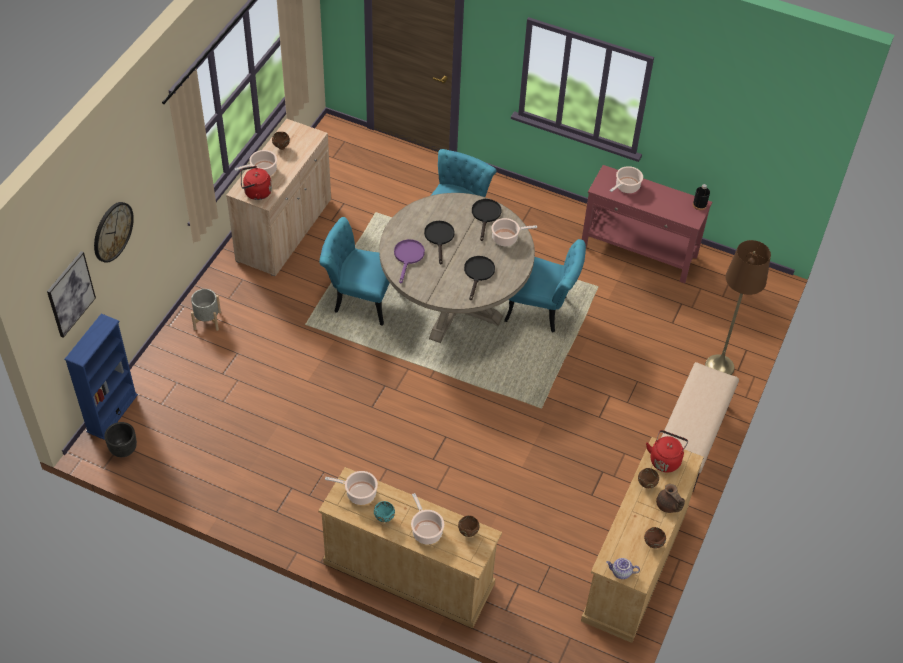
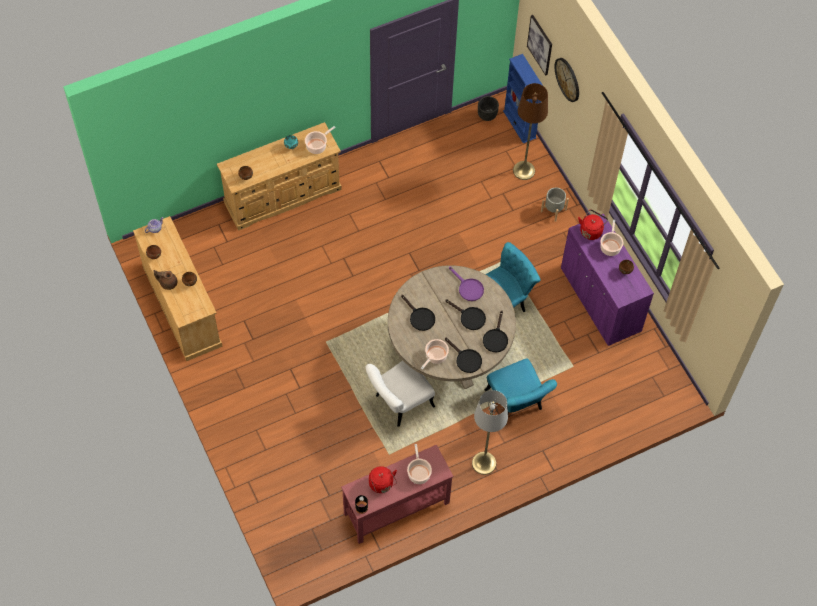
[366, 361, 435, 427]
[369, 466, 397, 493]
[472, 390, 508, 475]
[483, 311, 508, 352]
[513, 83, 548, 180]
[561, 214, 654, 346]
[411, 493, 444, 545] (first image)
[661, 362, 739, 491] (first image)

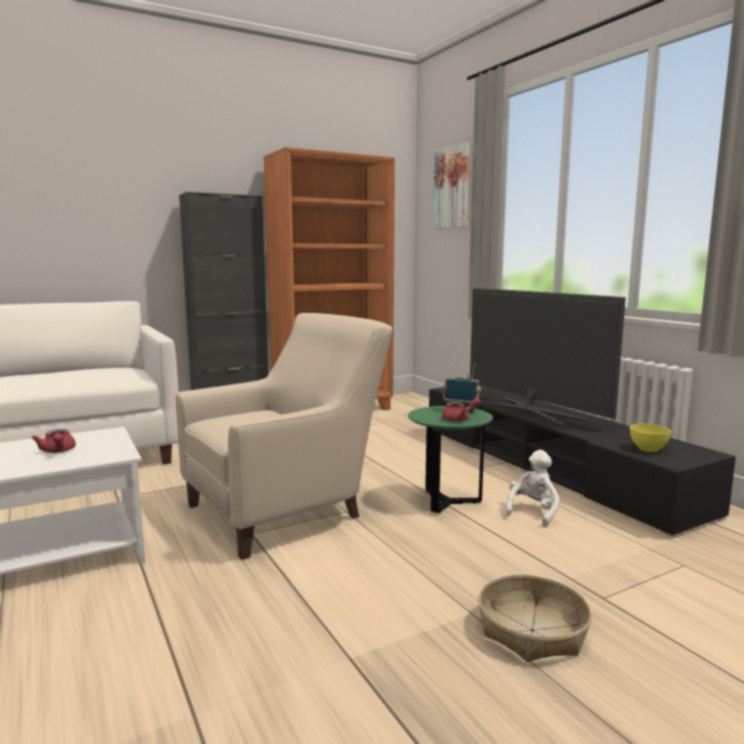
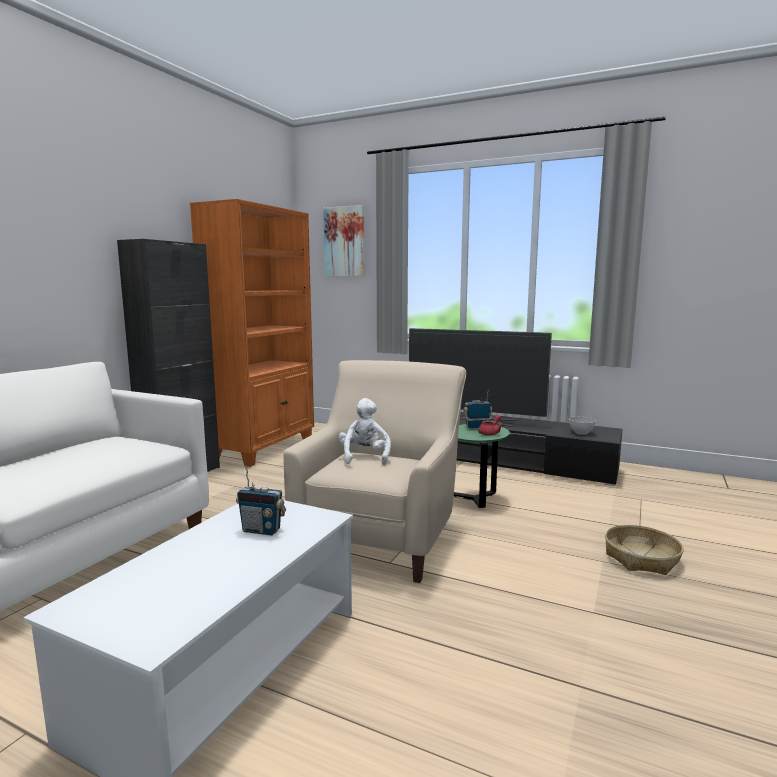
[236, 465, 286, 535]
[338, 398, 391, 465]
[569, 417, 596, 435]

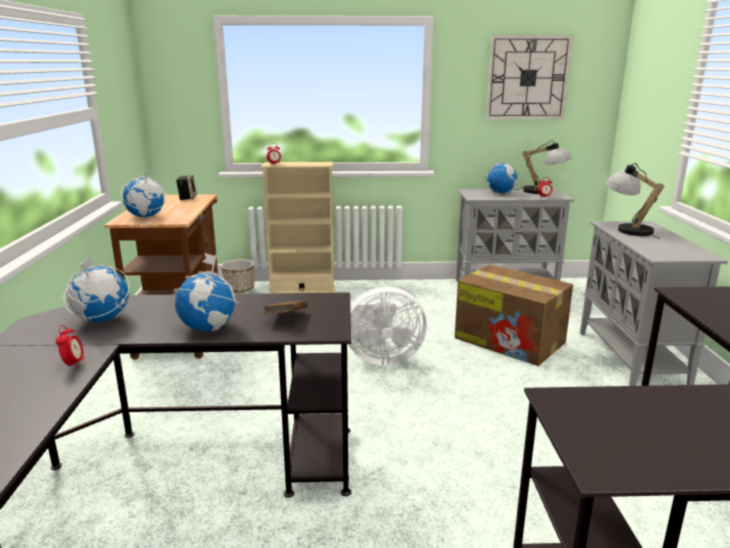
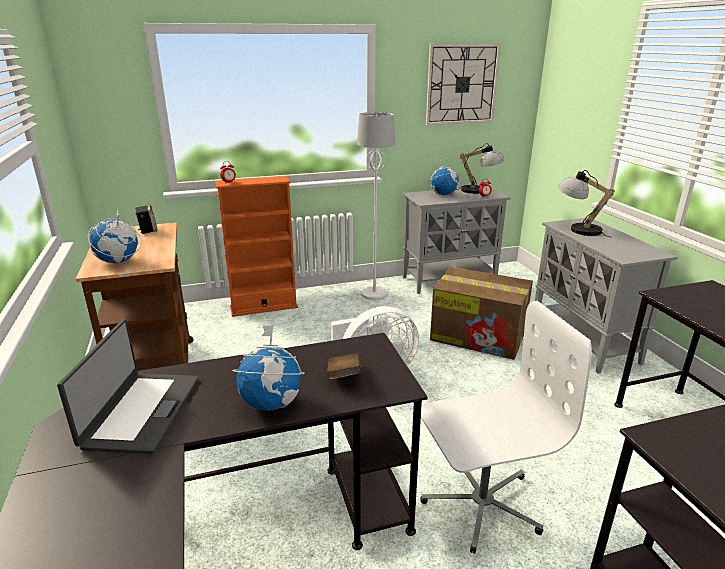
[57, 319, 199, 454]
[215, 176, 298, 317]
[357, 112, 395, 300]
[420, 301, 592, 554]
[56, 325, 84, 366] (first image)
[221, 259, 254, 293] (first image)

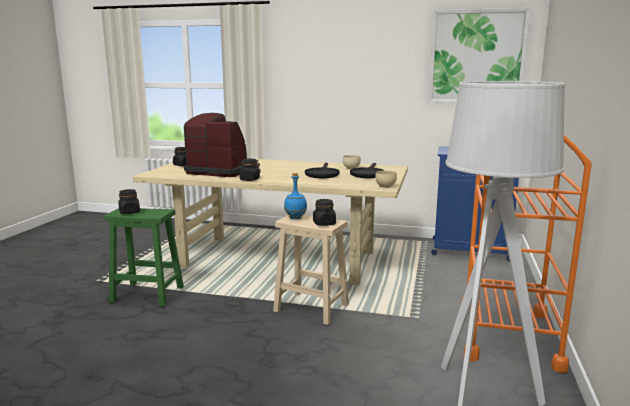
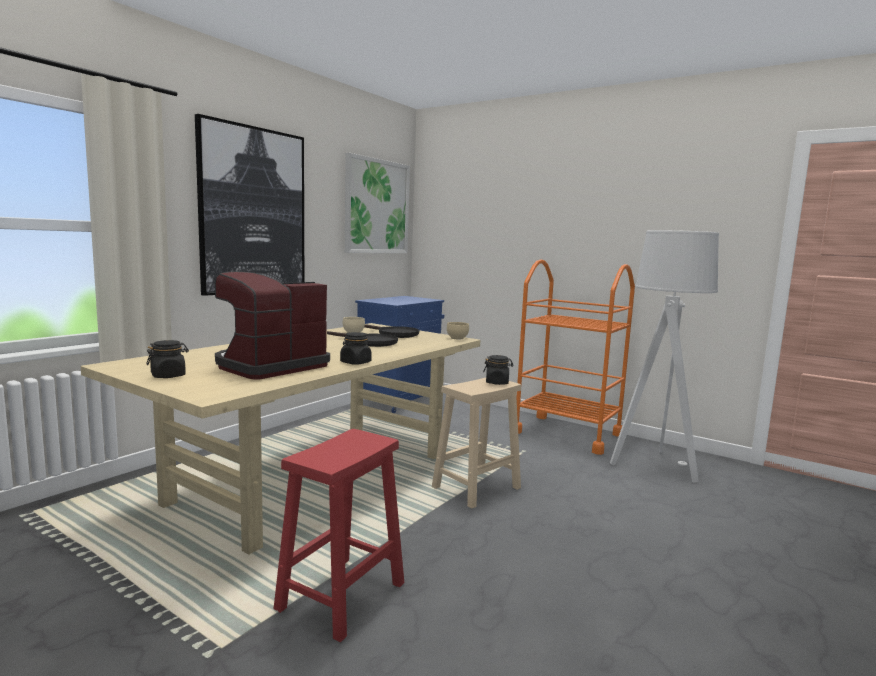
[195, 114, 304, 296]
[273, 429, 404, 642]
[118, 189, 140, 214] (first image)
[284, 173, 307, 220] (first image)

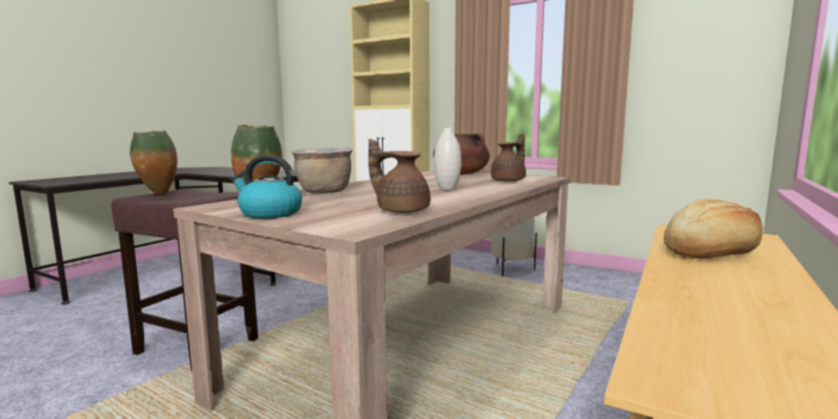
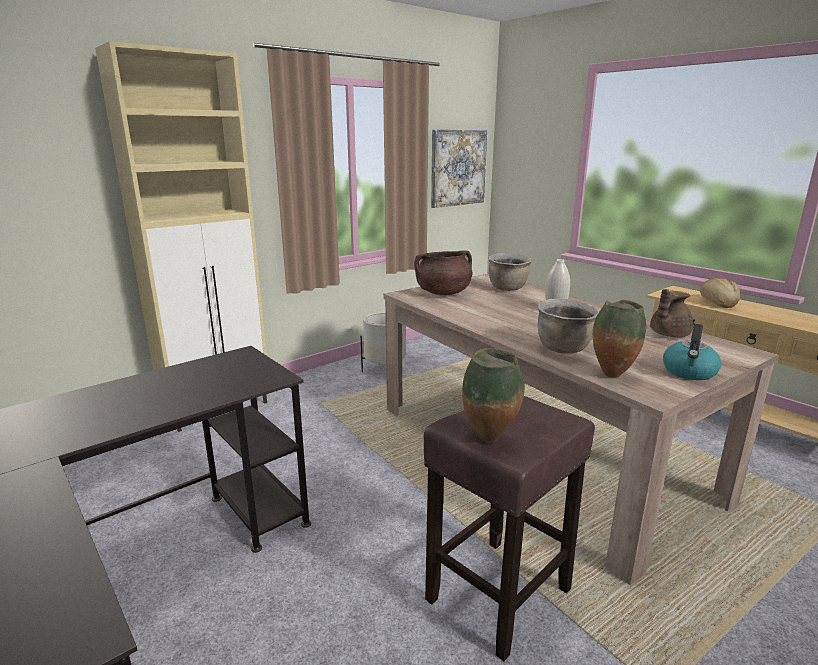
[431, 130, 487, 208]
[488, 253, 532, 291]

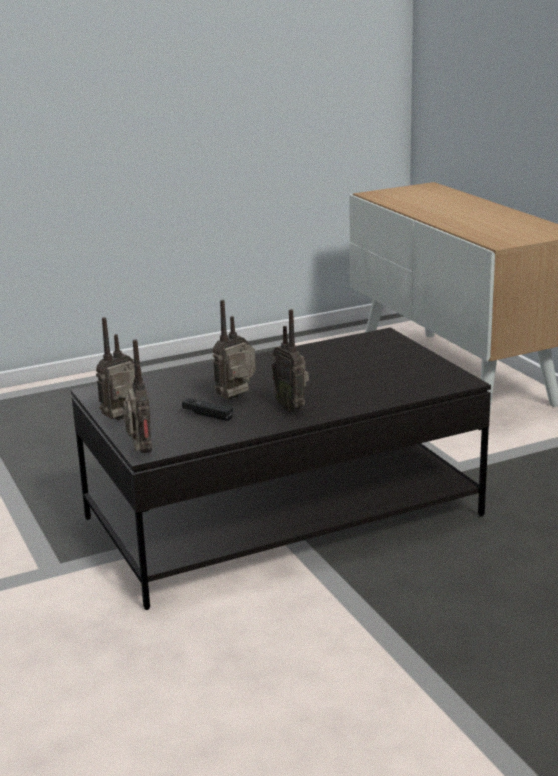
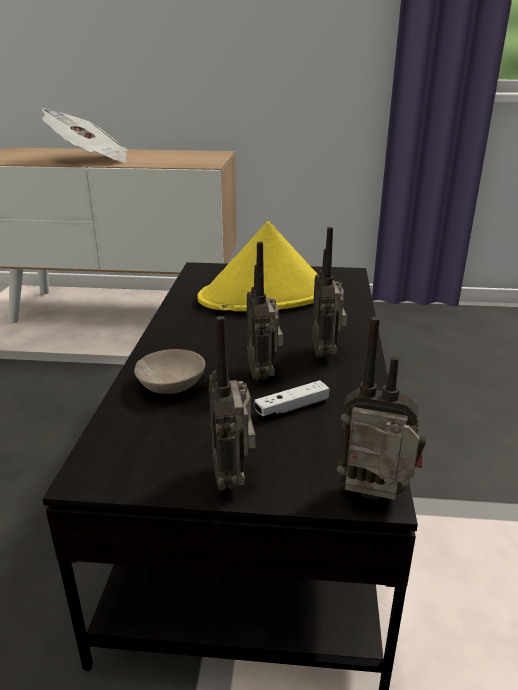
[42, 108, 128, 162]
[134, 349, 205, 394]
[197, 221, 317, 311]
[254, 380, 329, 416]
[312, 227, 347, 358]

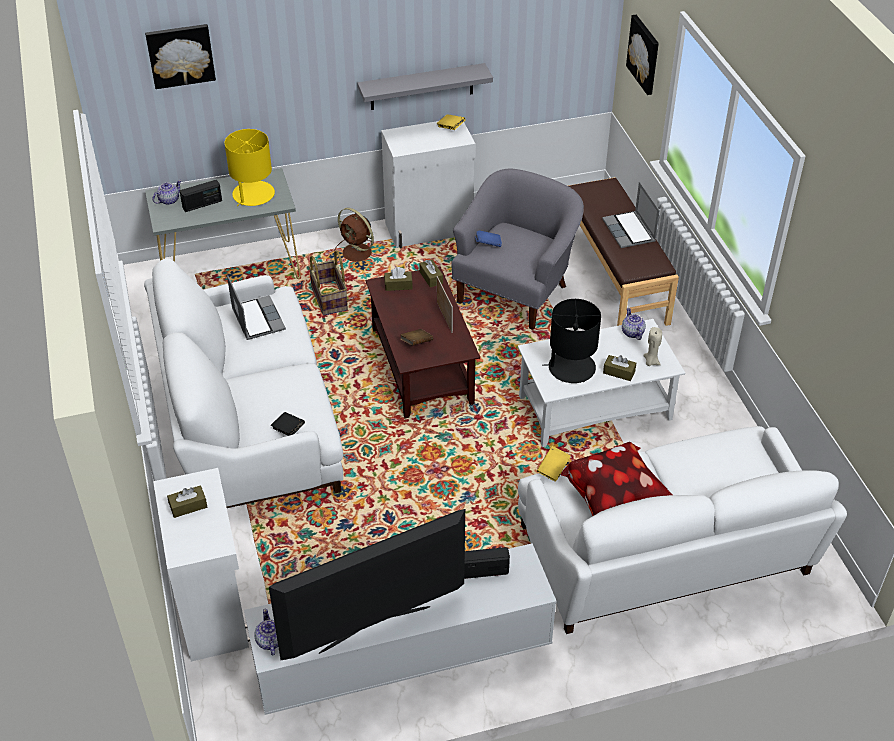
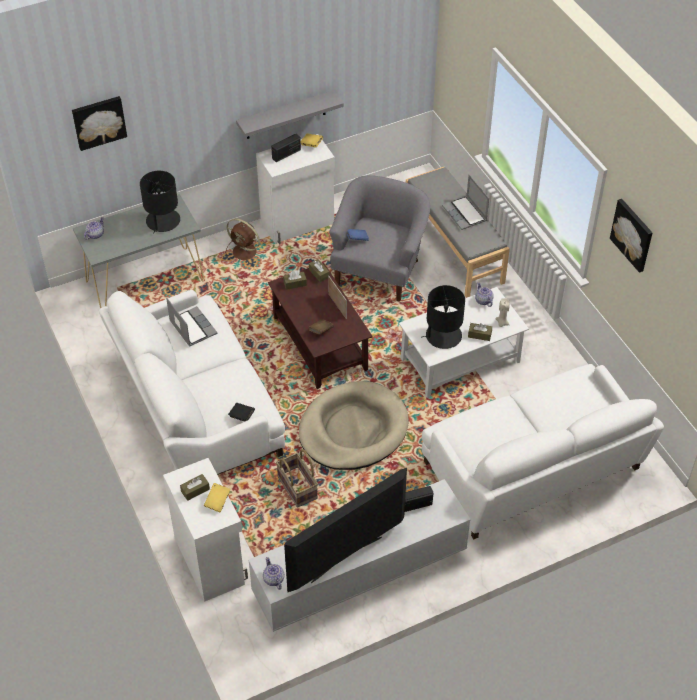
[140, 171, 180, 234]
[204, 483, 230, 512]
[271, 134, 301, 162]
[276, 449, 318, 508]
[299, 381, 409, 470]
[406, 167, 510, 298]
[610, 199, 653, 273]
[561, 442, 673, 516] (first image)

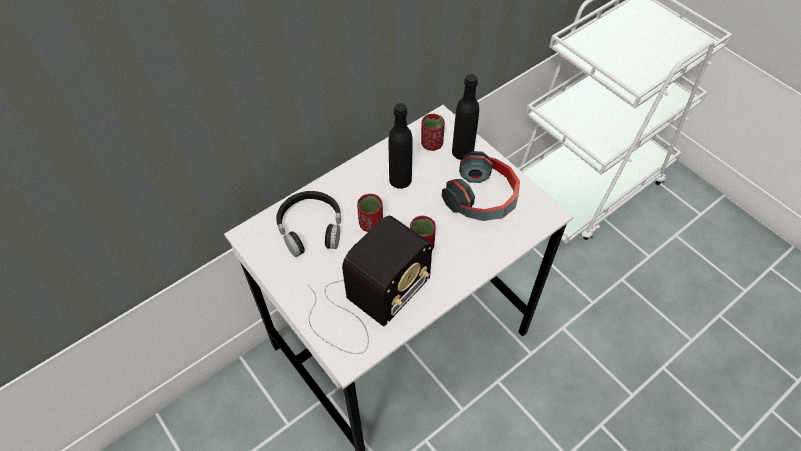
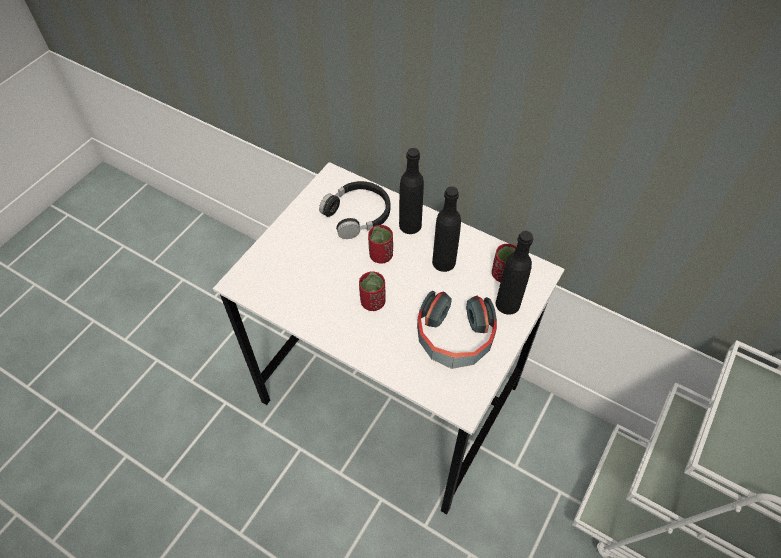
[399, 148, 424, 234]
[308, 216, 432, 354] (first image)

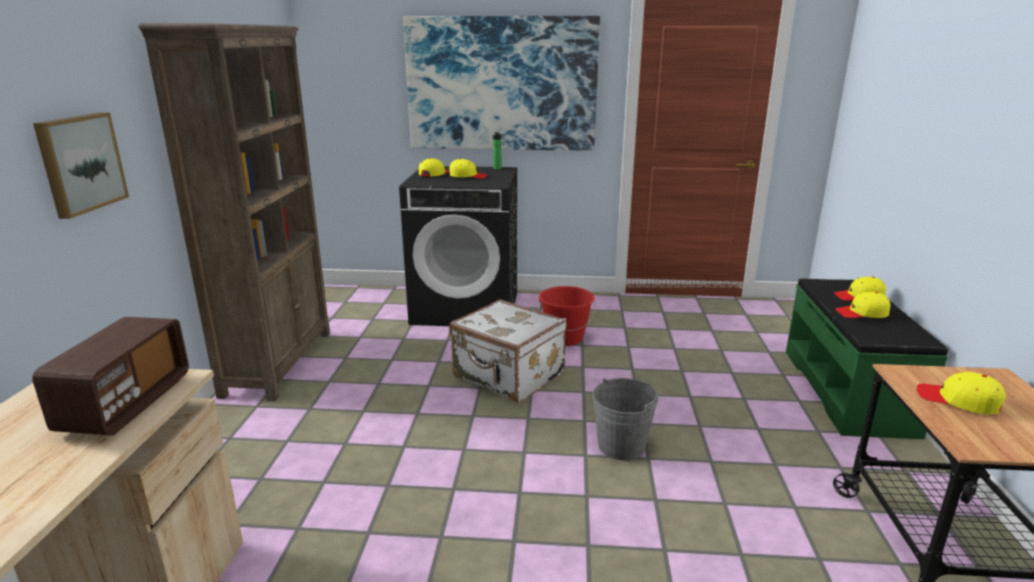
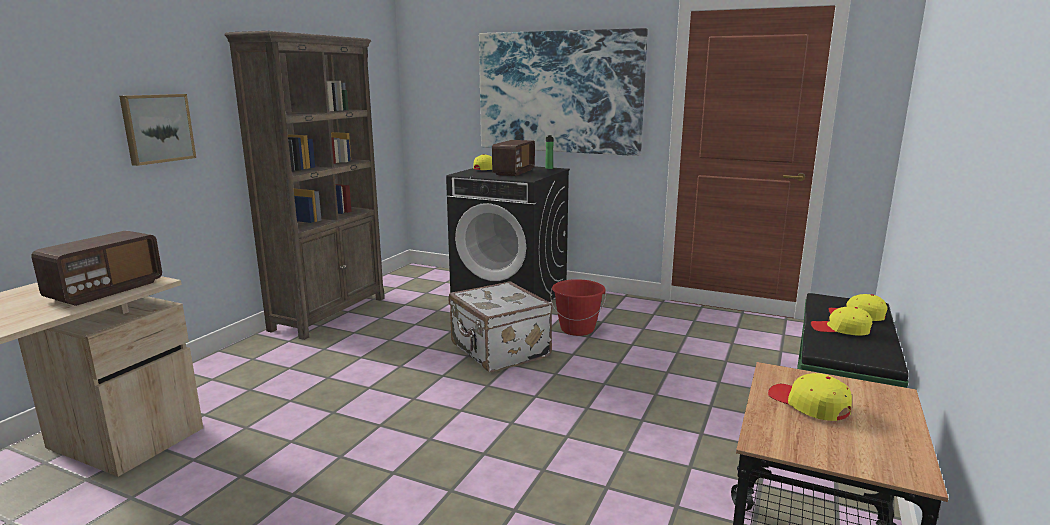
[492, 140, 535, 176]
[593, 378, 658, 460] (first image)

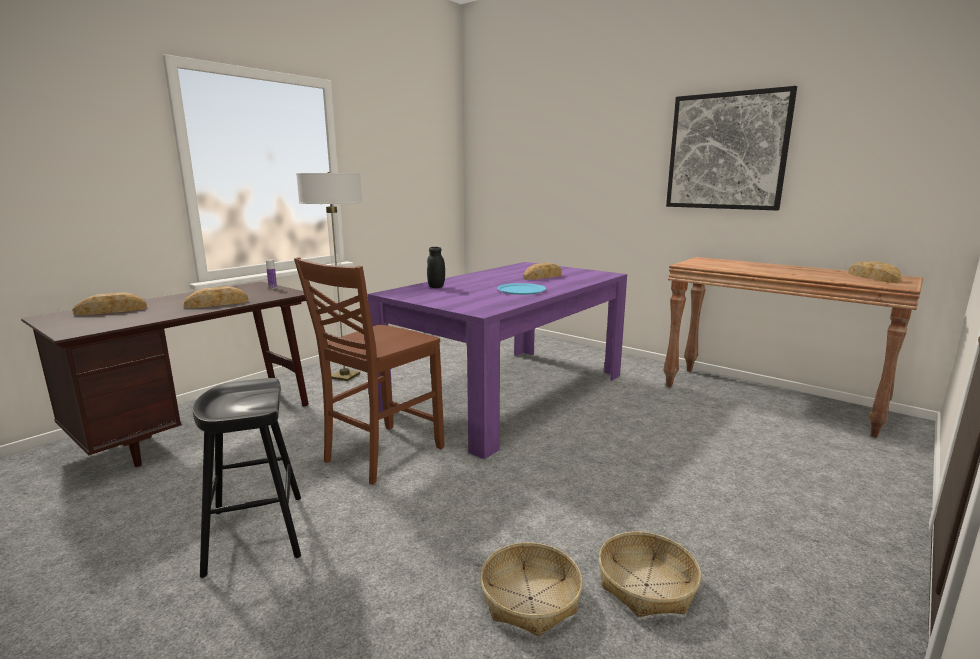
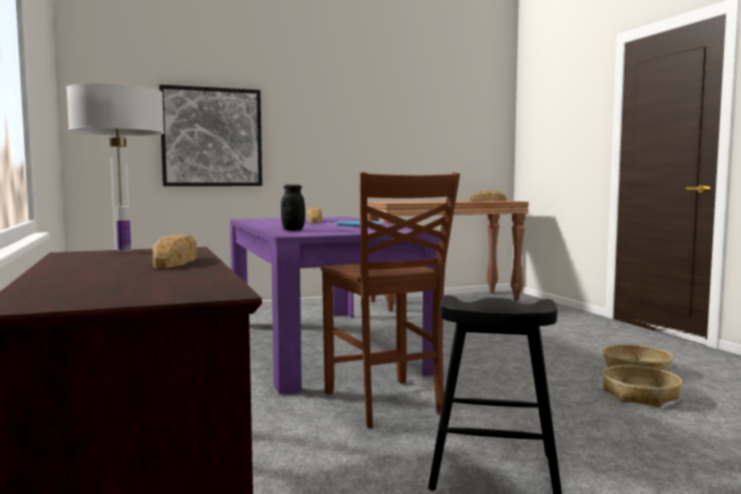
[159, 85, 262, 186]
[73, 292, 147, 315] (first image)

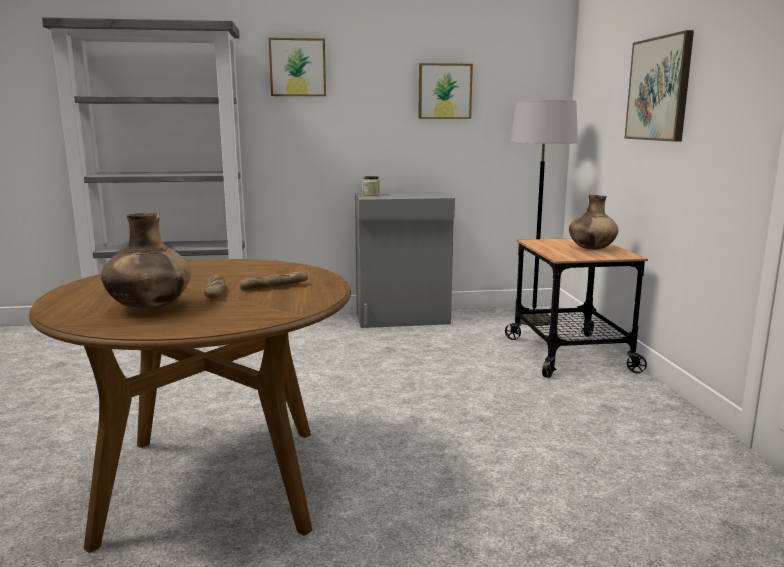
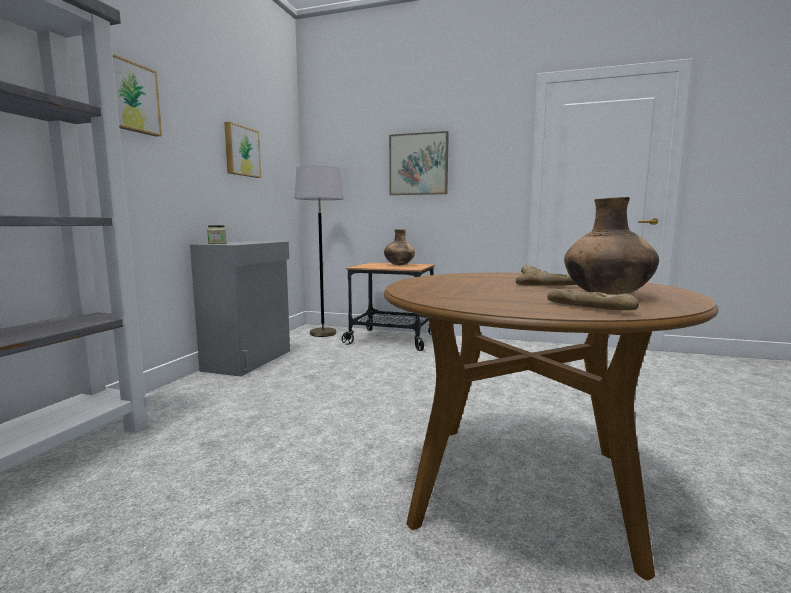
[547, 288, 639, 310]

